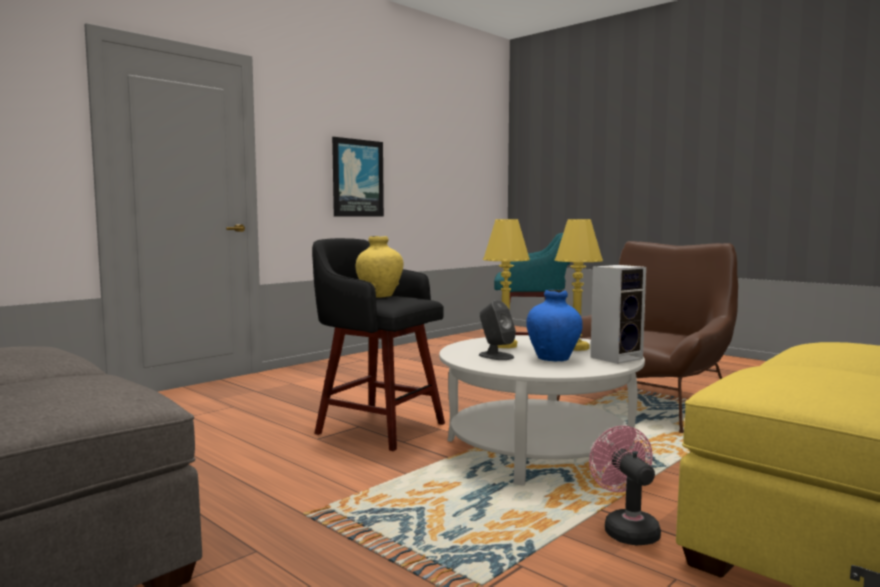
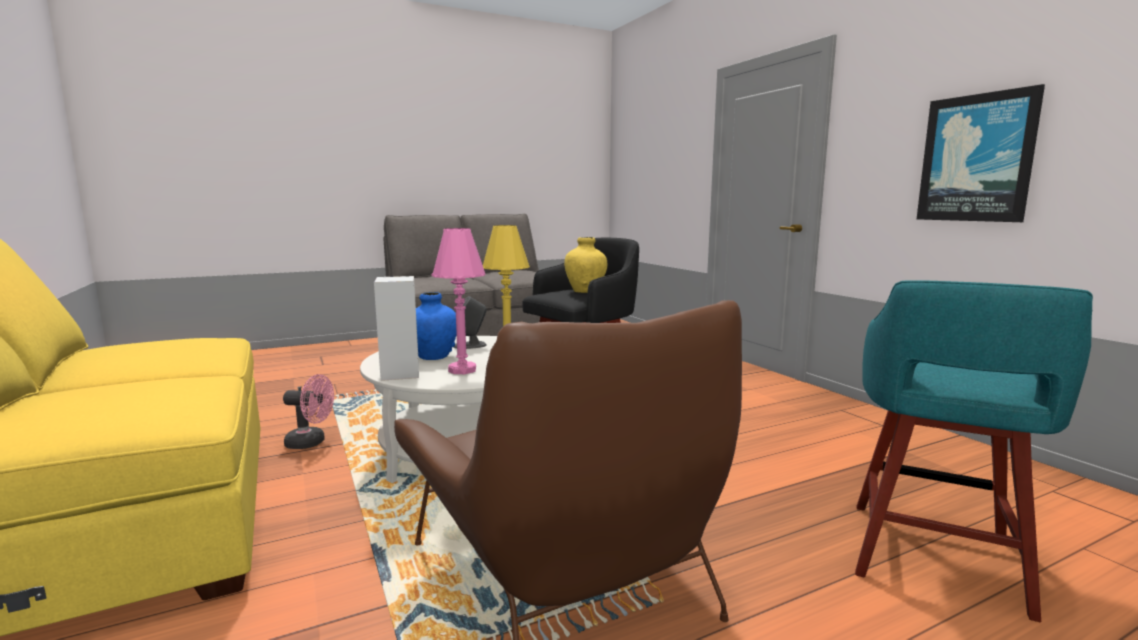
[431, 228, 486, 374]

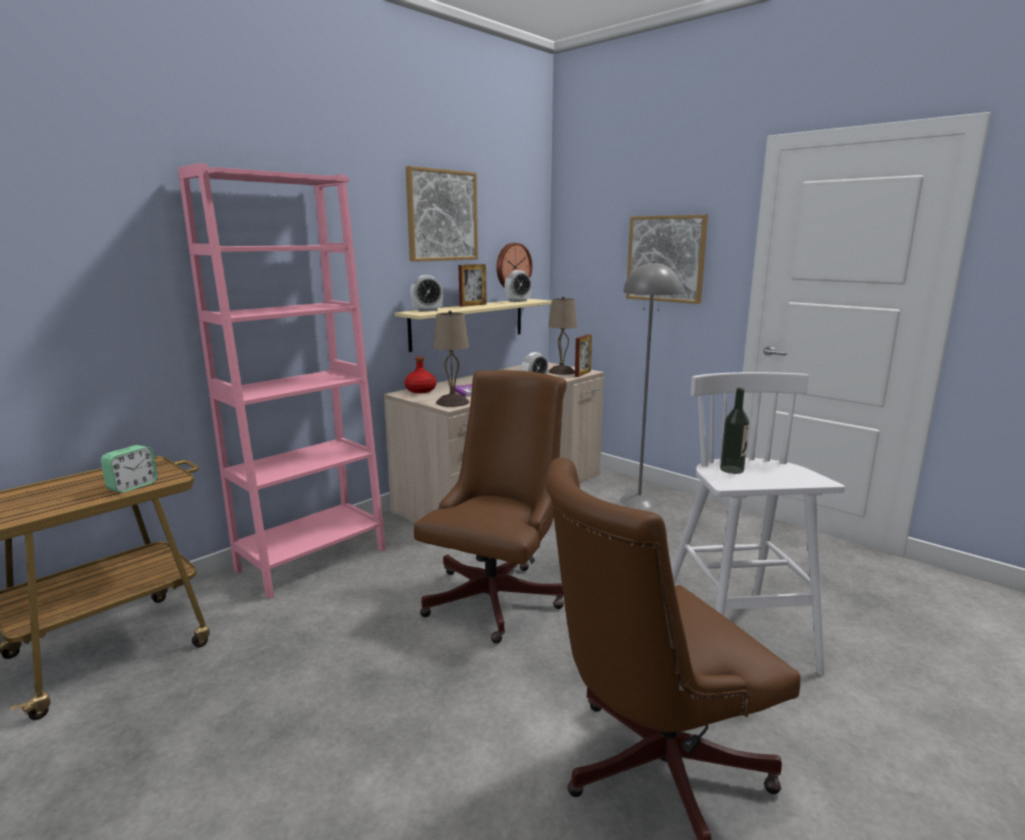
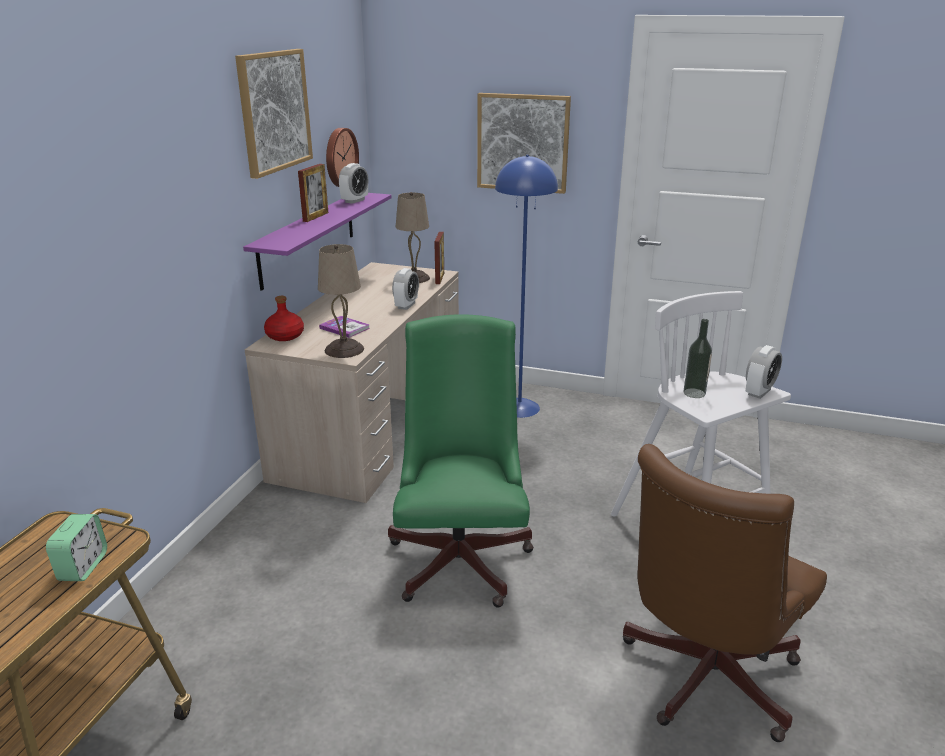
[243, 193, 391, 291]
[388, 314, 534, 608]
[495, 155, 558, 418]
[746, 345, 782, 399]
[178, 163, 386, 599] (first image)

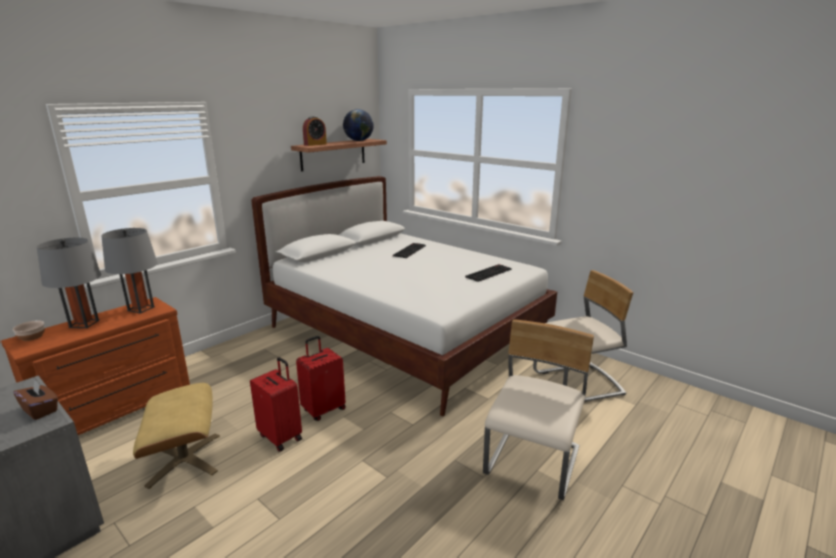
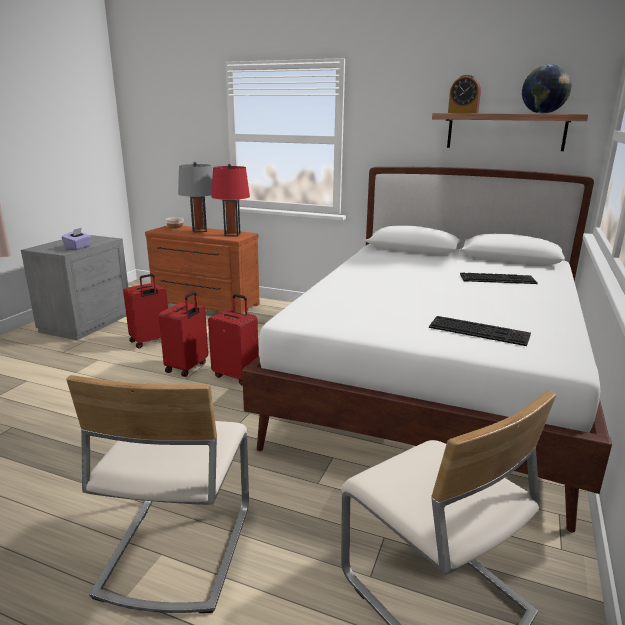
[62, 228, 92, 250]
[66, 375, 249, 613]
[123, 274, 168, 348]
[212, 164, 250, 237]

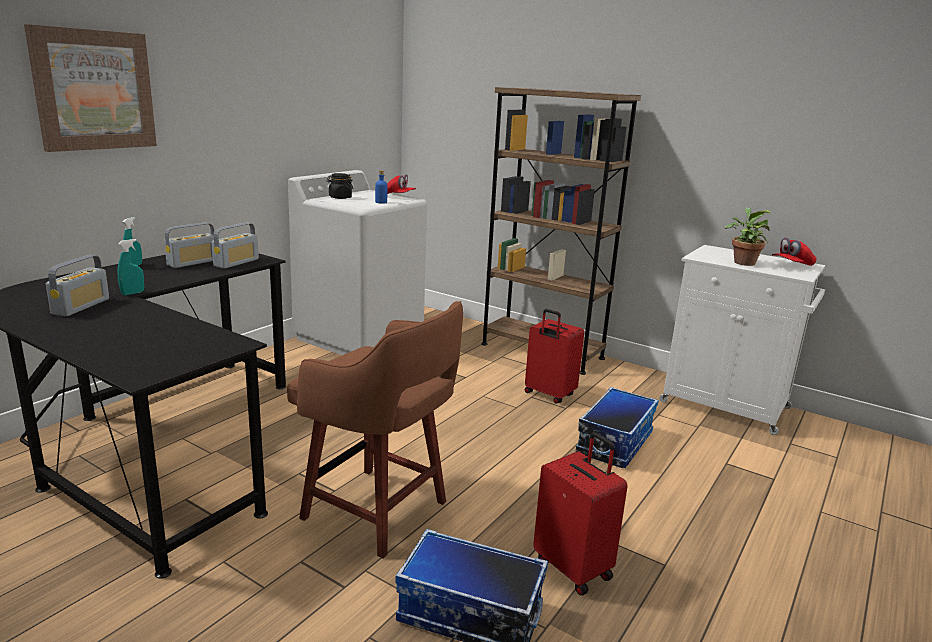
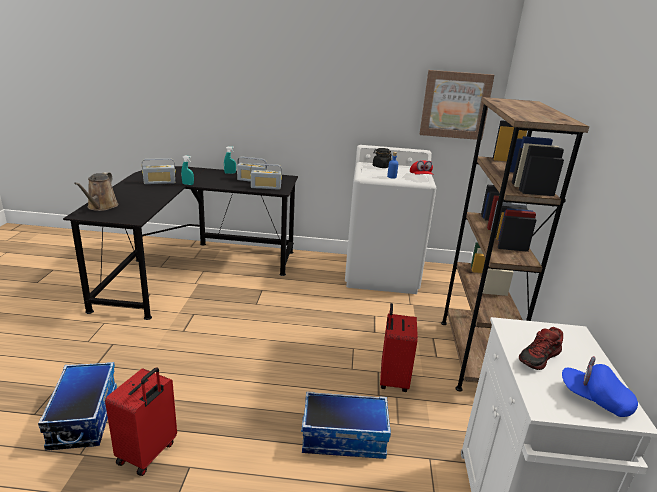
[74, 172, 119, 211]
[420, 70, 494, 140]
[519, 327, 563, 370]
[562, 356, 638, 417]
[287, 301, 463, 559] (first image)

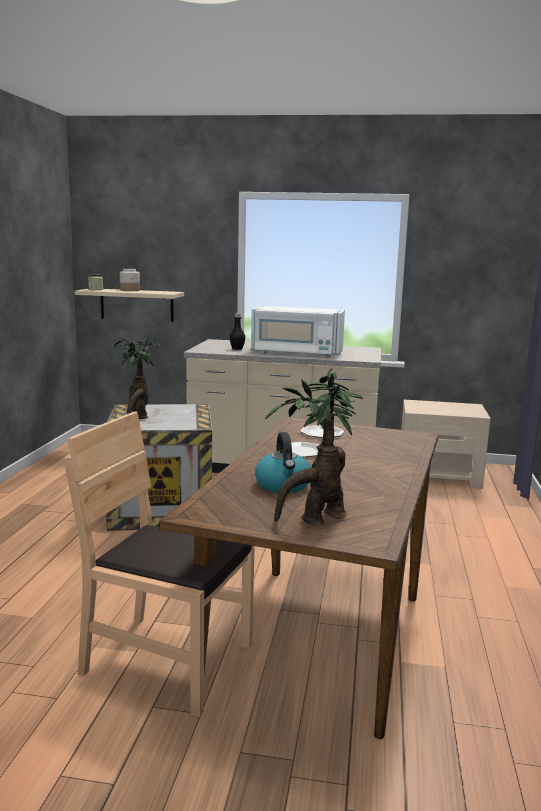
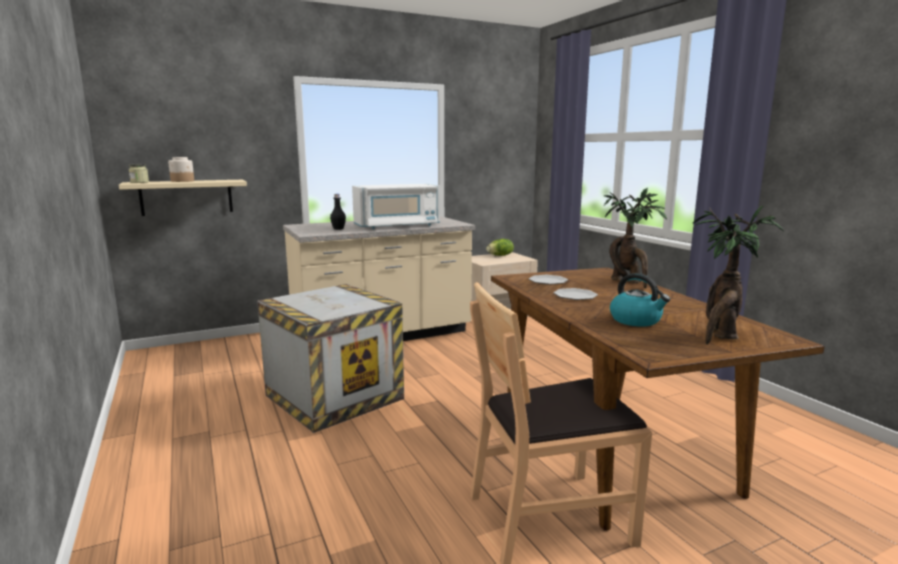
[486, 239, 514, 256]
[604, 187, 667, 288]

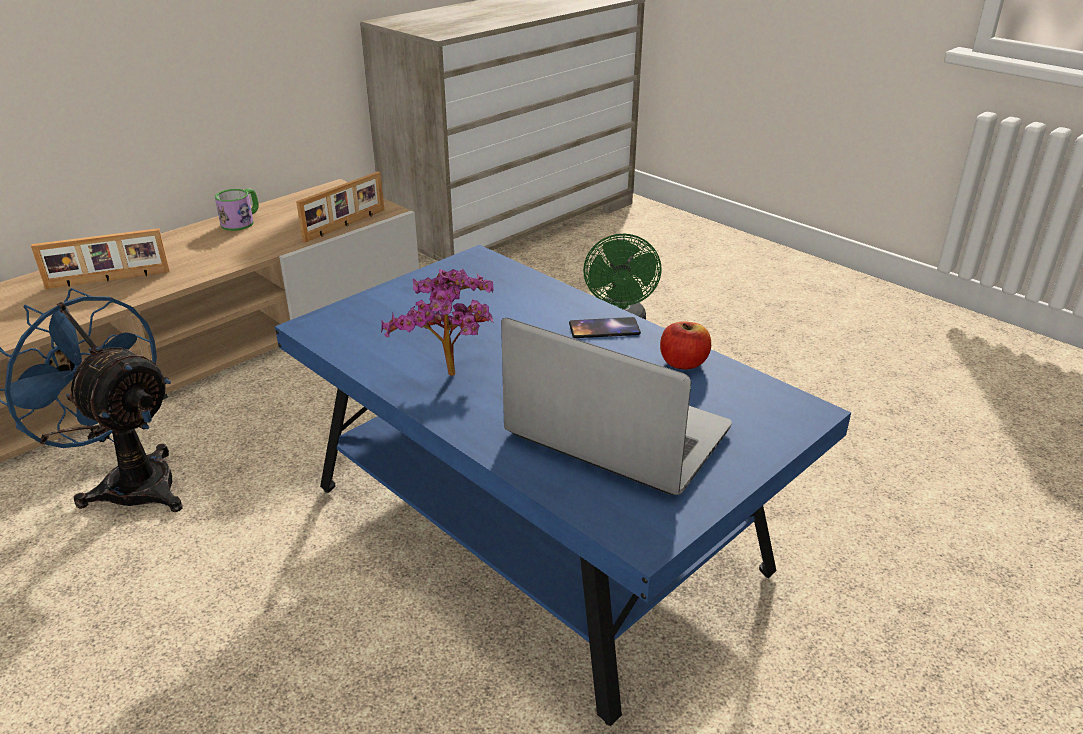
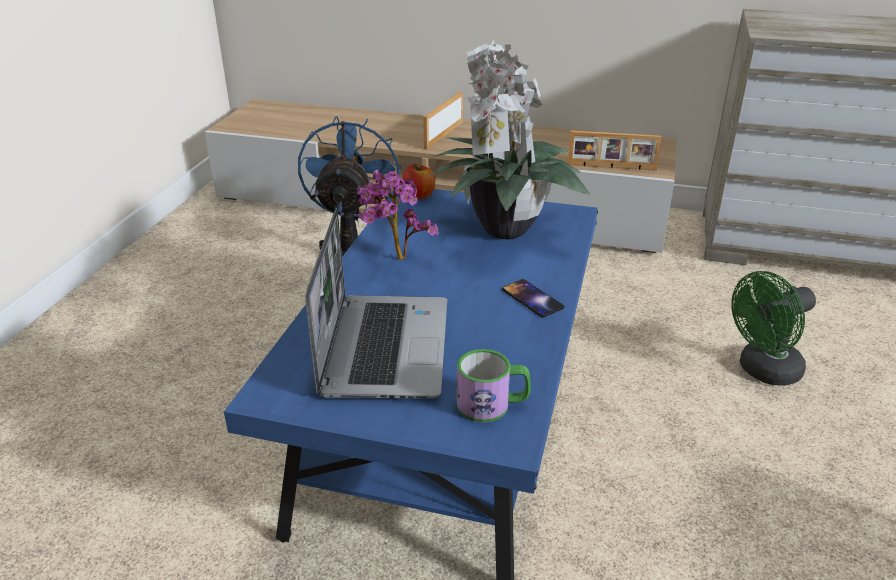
[402, 164, 435, 199]
[423, 92, 463, 149]
[428, 40, 590, 239]
[457, 349, 531, 422]

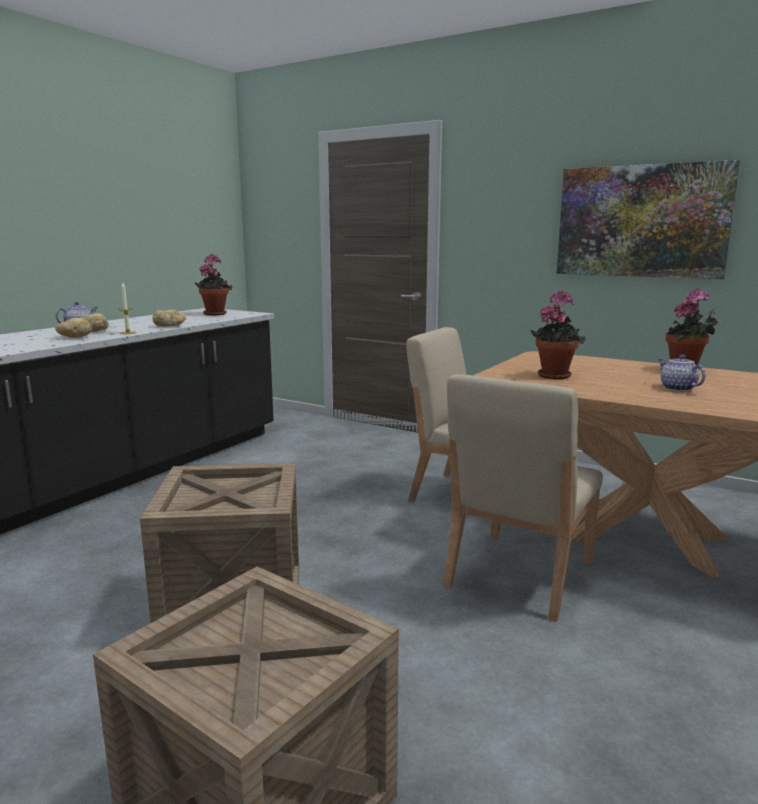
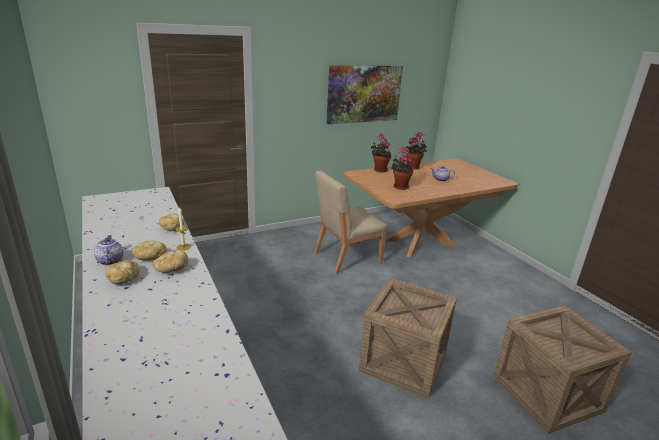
[105, 260, 140, 284]
[371, 133, 391, 172]
[443, 374, 603, 622] (first image)

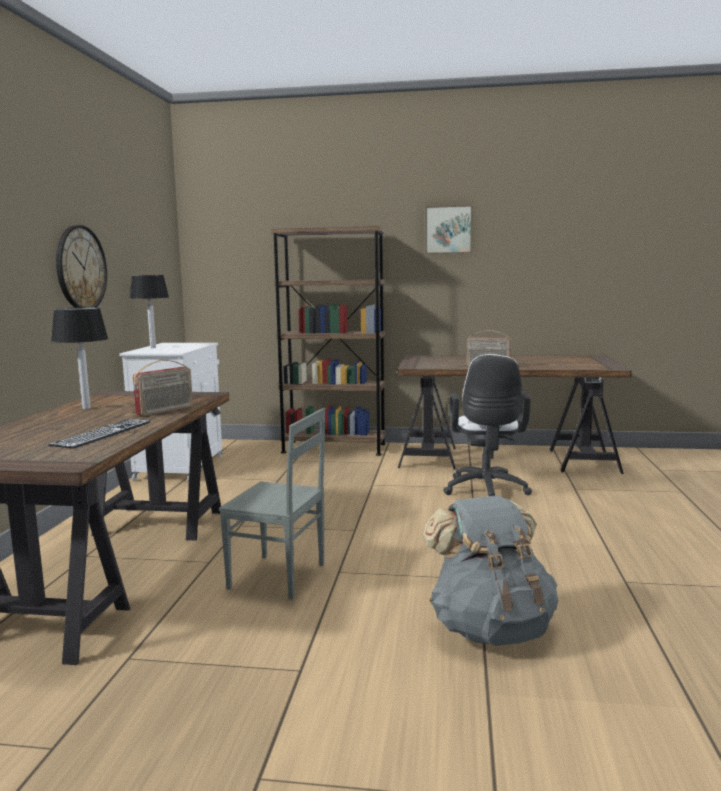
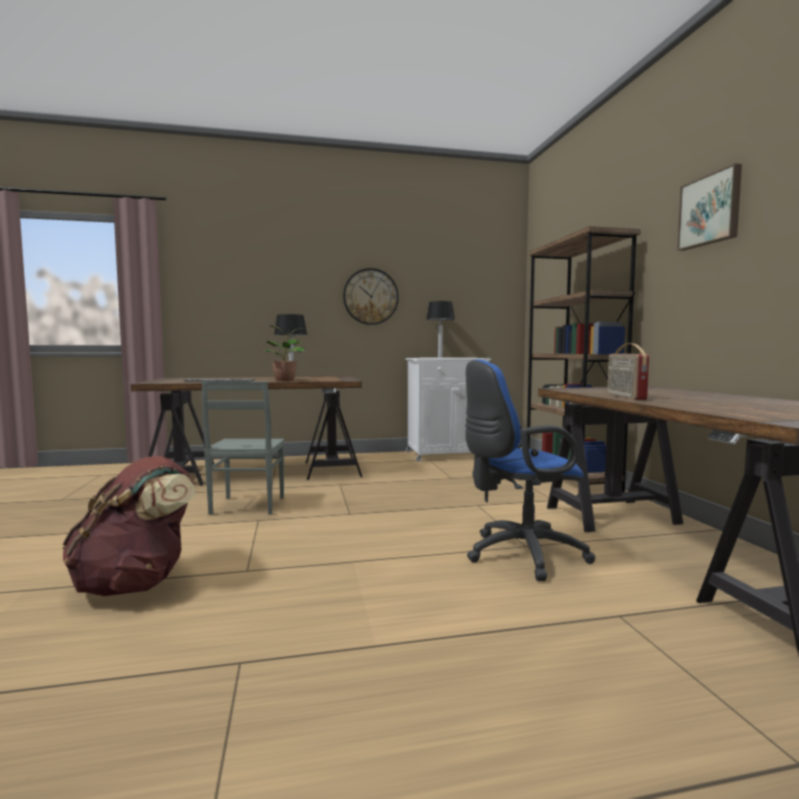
[62, 456, 195, 596]
[263, 325, 306, 381]
[465, 359, 595, 581]

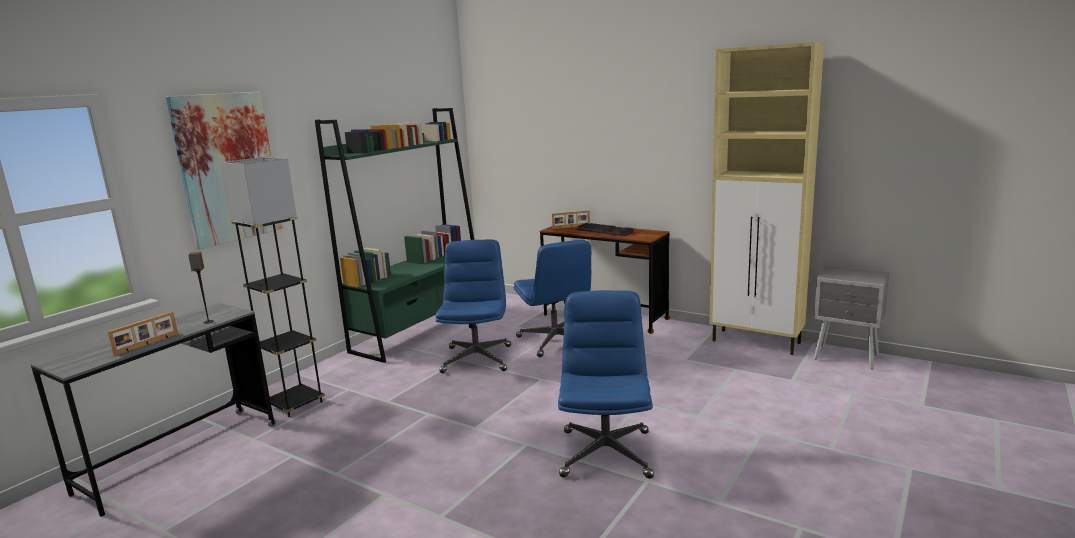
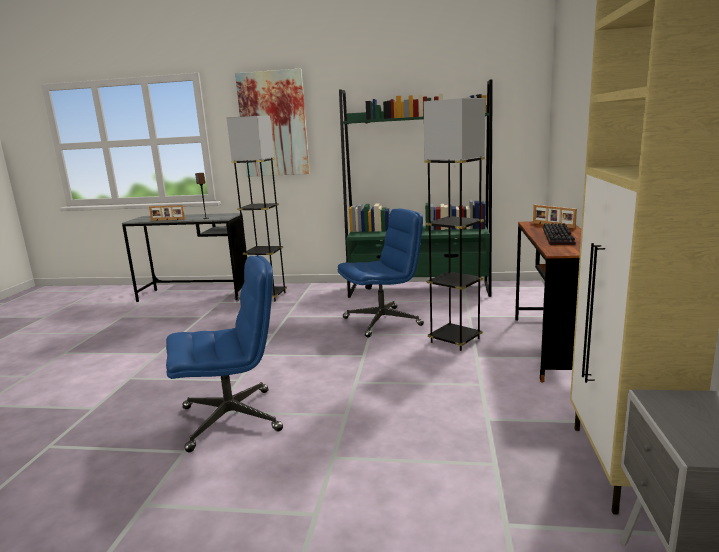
[423, 98, 485, 351]

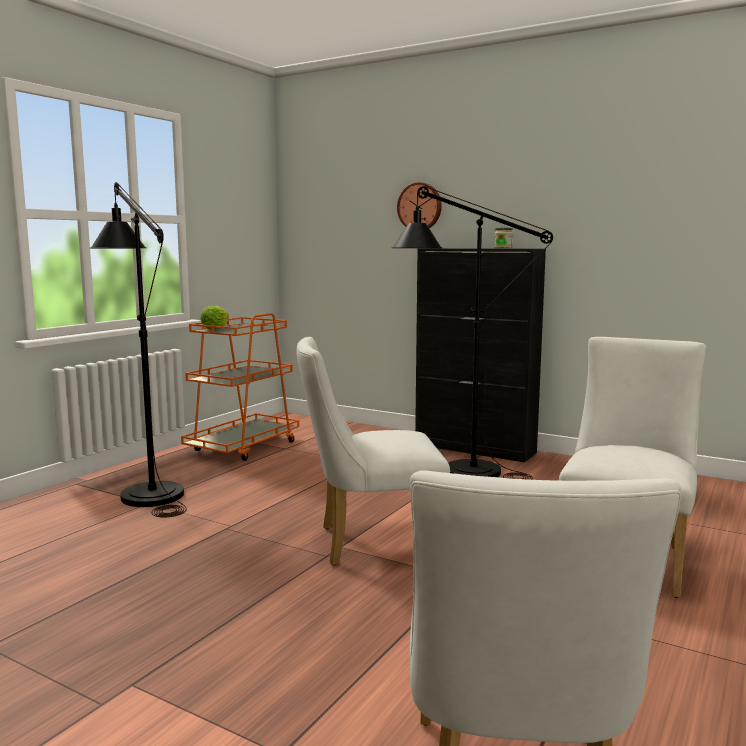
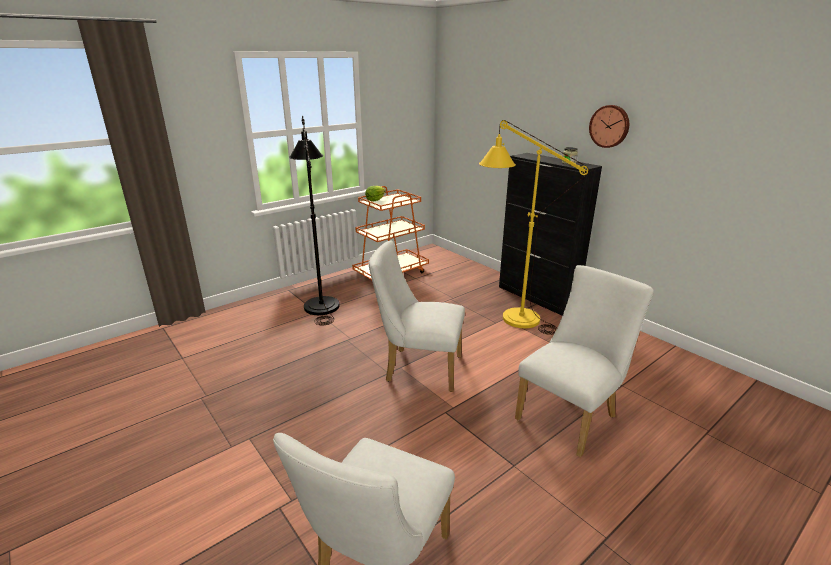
[479, 120, 589, 335]
[589, 105, 629, 148]

